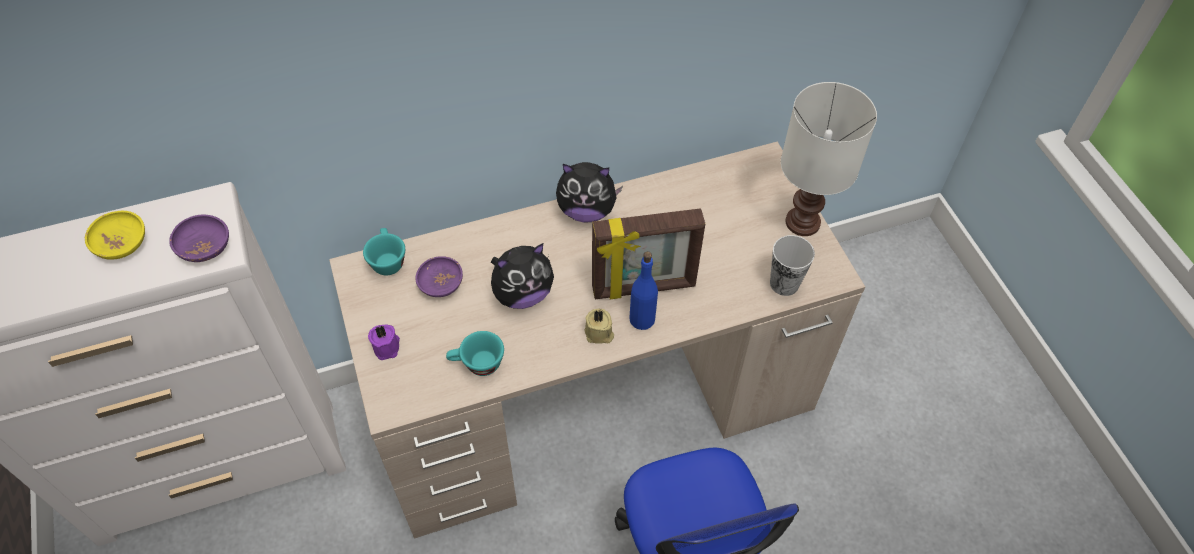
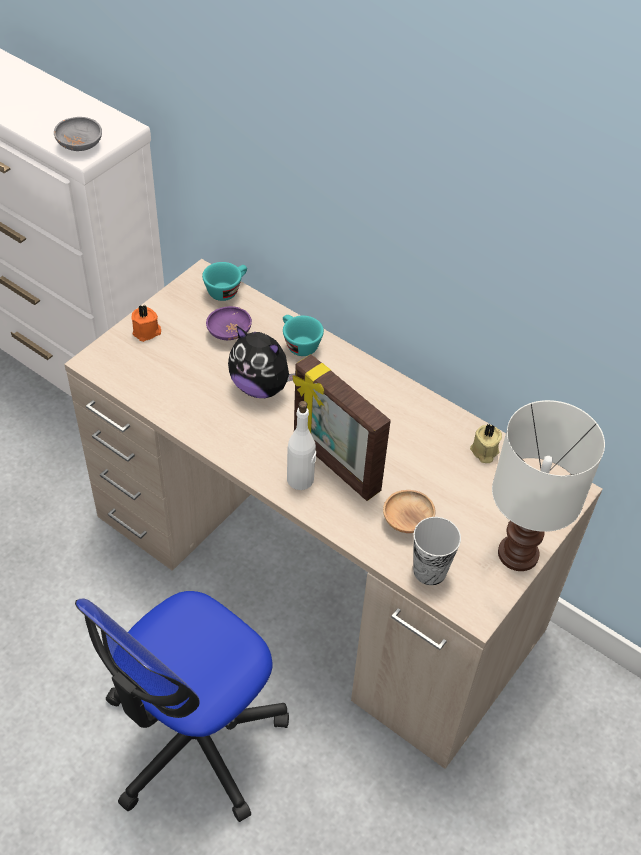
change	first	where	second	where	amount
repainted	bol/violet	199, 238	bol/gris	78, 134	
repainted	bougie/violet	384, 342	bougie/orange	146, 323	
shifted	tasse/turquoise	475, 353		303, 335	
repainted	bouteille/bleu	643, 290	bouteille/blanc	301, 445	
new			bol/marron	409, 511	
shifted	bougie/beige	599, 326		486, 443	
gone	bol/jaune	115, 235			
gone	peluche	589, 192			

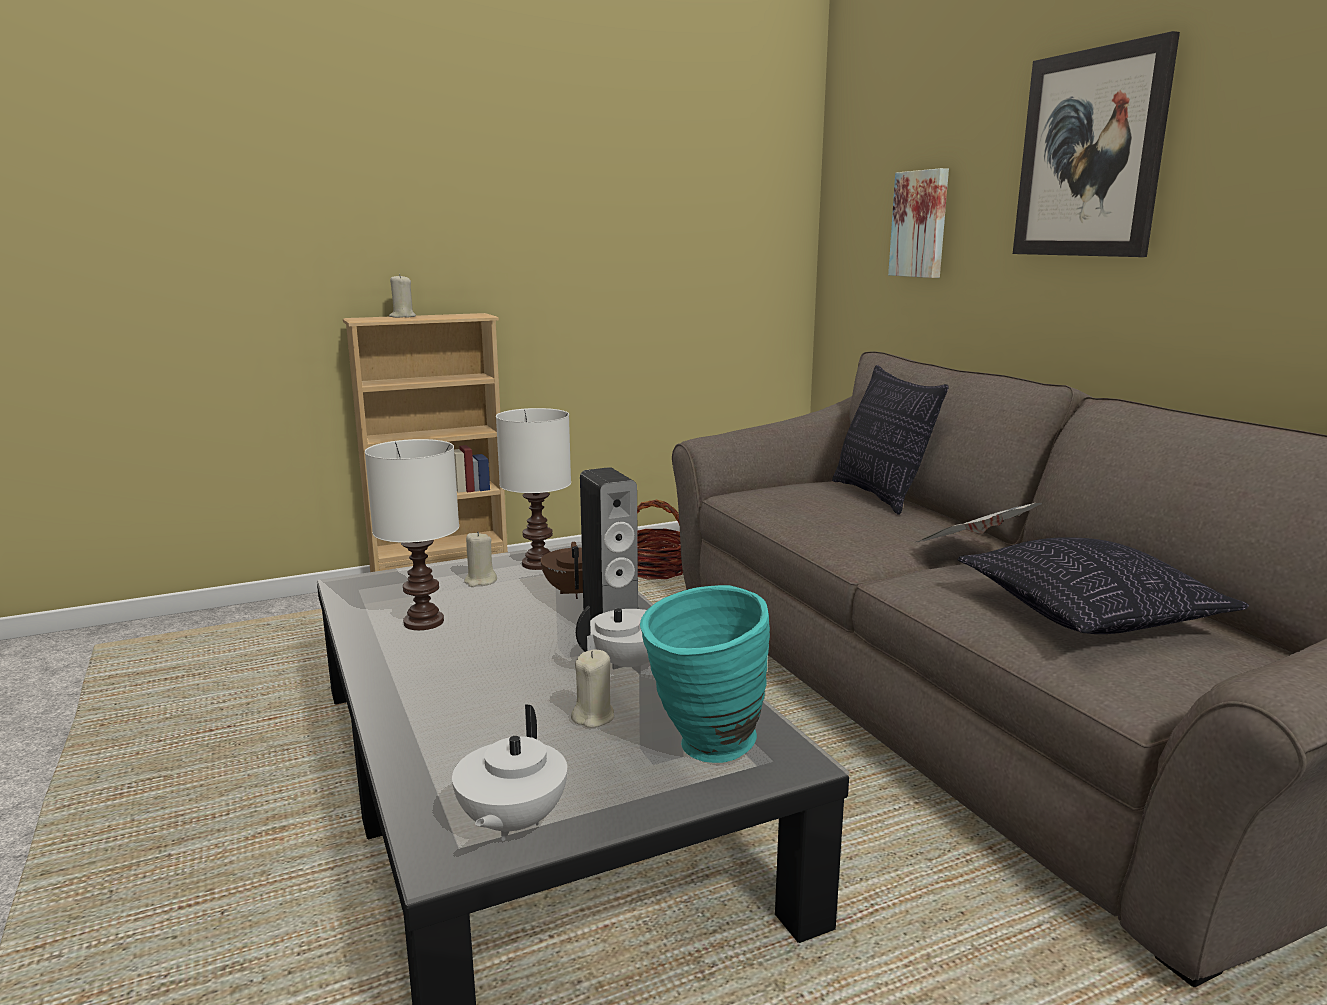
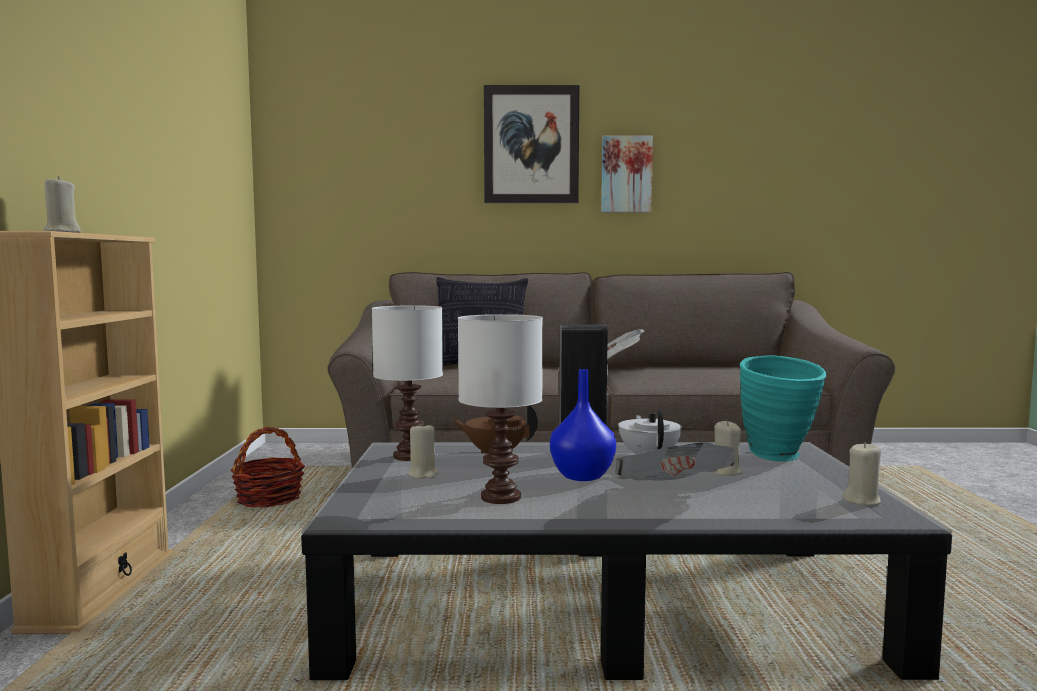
change	first	where	second	where	amount
new			vase/bleu	583, 425	
shifted	tableau	918, 223		627, 173	
new			journal	675, 461	
swapped	théière/blanc	509, 772	bougie/beige	861, 474	
gone	coussin	1103, 585			

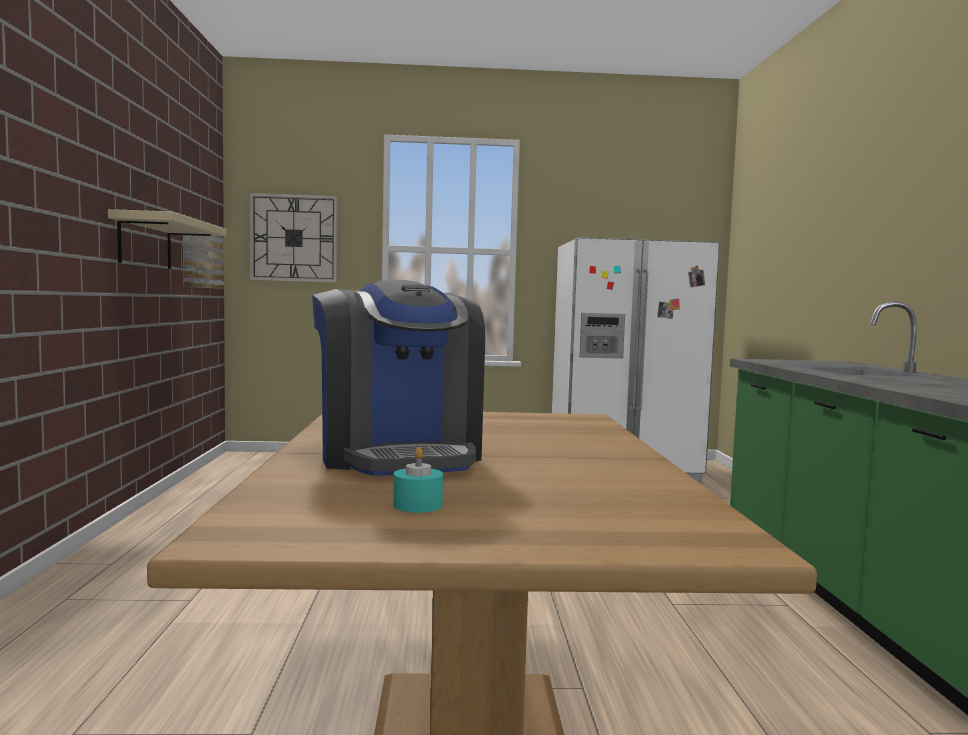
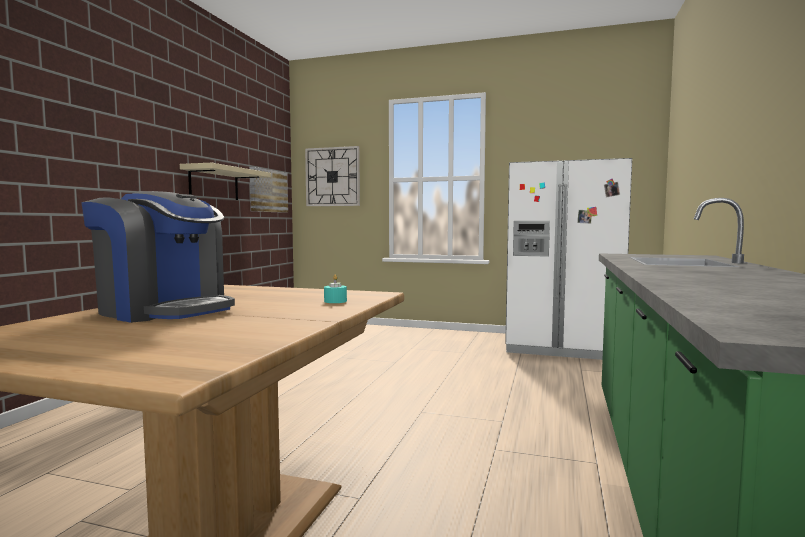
change	first	where	second	where	amount
rotated	machine à café	398, 378		158, 257	60 degrees counterclockwise
shifted	bougie/turquoise	418, 480		335, 289	

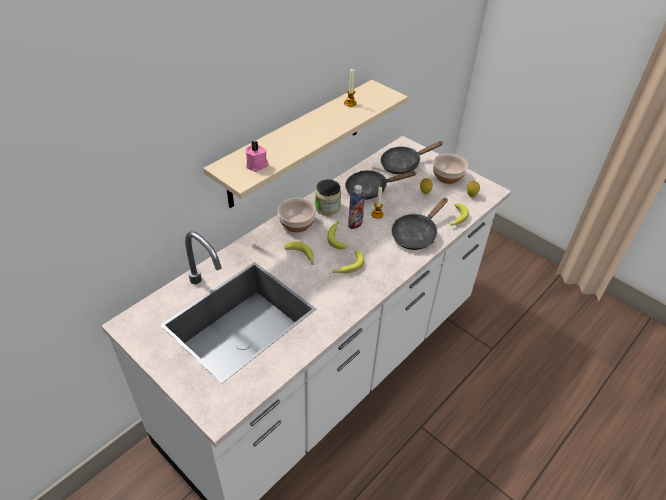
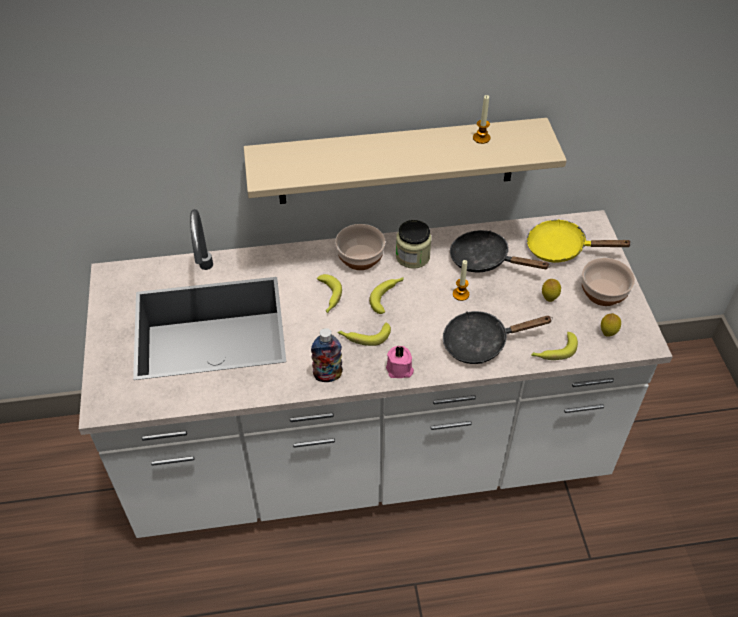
change	first	where	second	where	amount
shifted	bouteille	356, 207		327, 355	
shifted	bougie/rose	257, 156		400, 362	
repainted	poêle/noir	411, 157	poêle/jaune	579, 241	

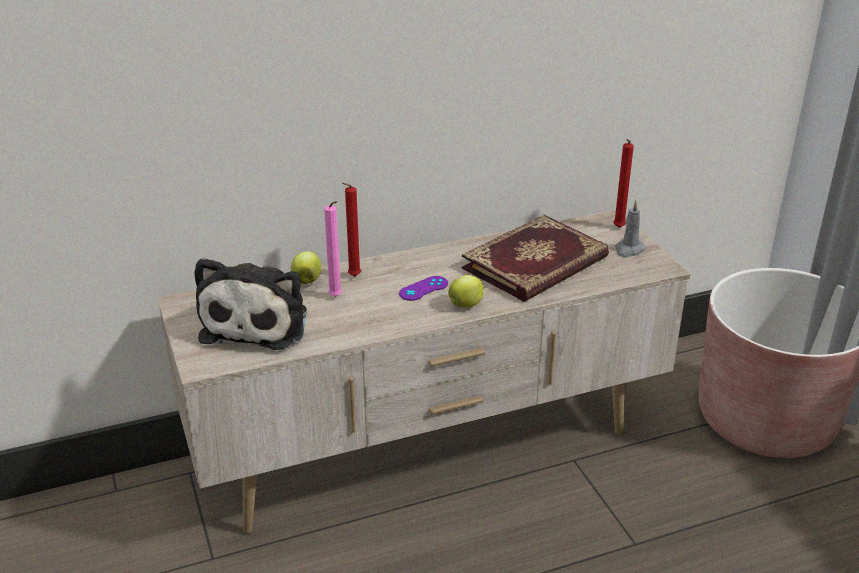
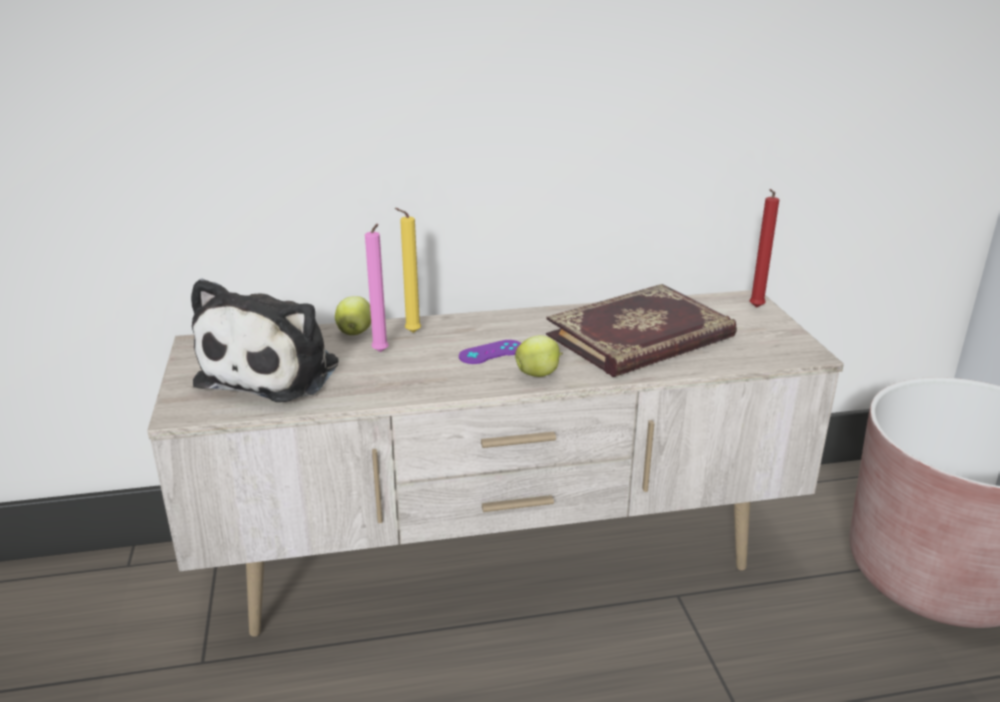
change	first	where	second	where	amount
repainted	bougie/rouge	351, 229	bougie/jaune	408, 270	
gone	bougie/gris	630, 229			

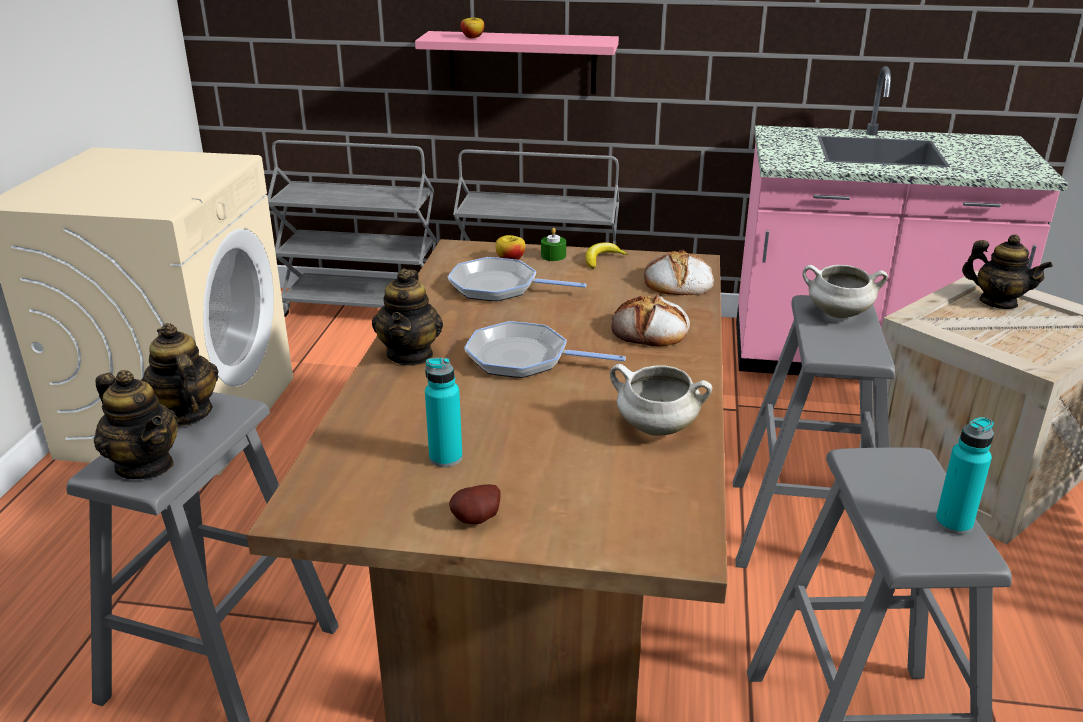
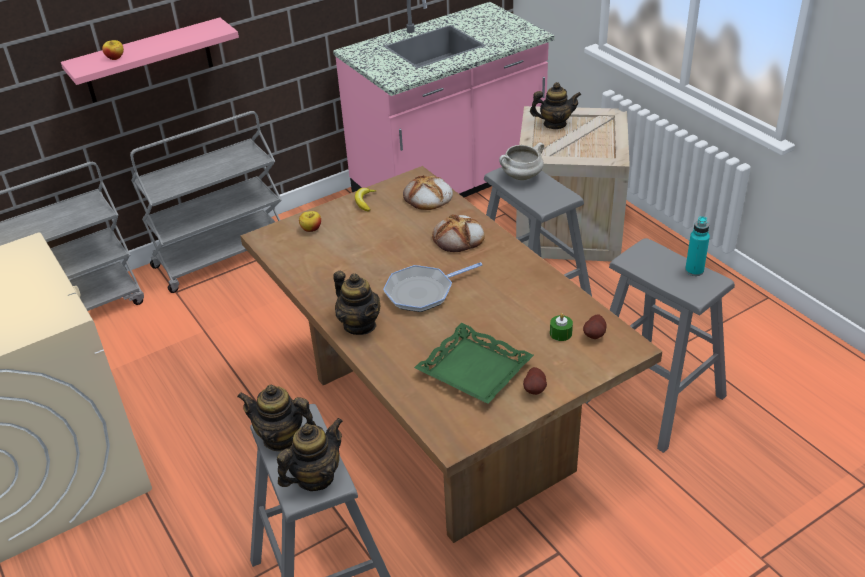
change	first	where	second	where	amount
rotated	théière	136, 424		310, 454	45 degrees counterclockwise
swapped	bouteille/turquoise	444, 412	plateau/vert	474, 363	
shifted	bougie/vert	553, 244		561, 327	
new			pomme de terre	595, 326	
gone	poêle	517, 279			
gone	marmite/blanc	661, 400			

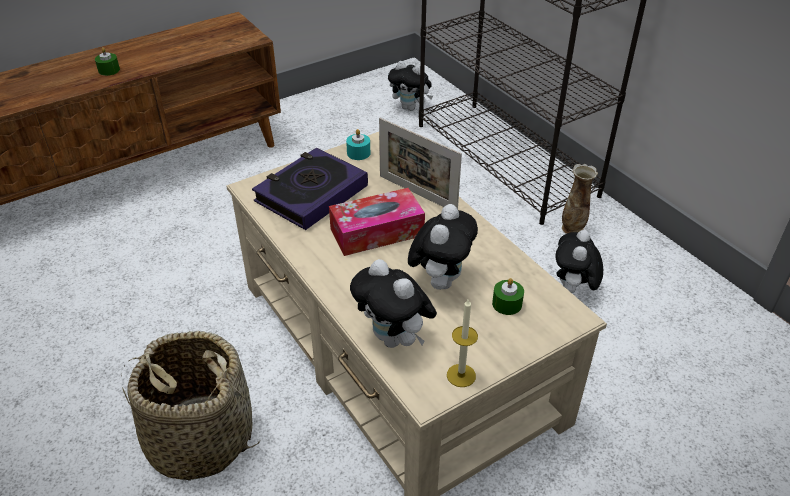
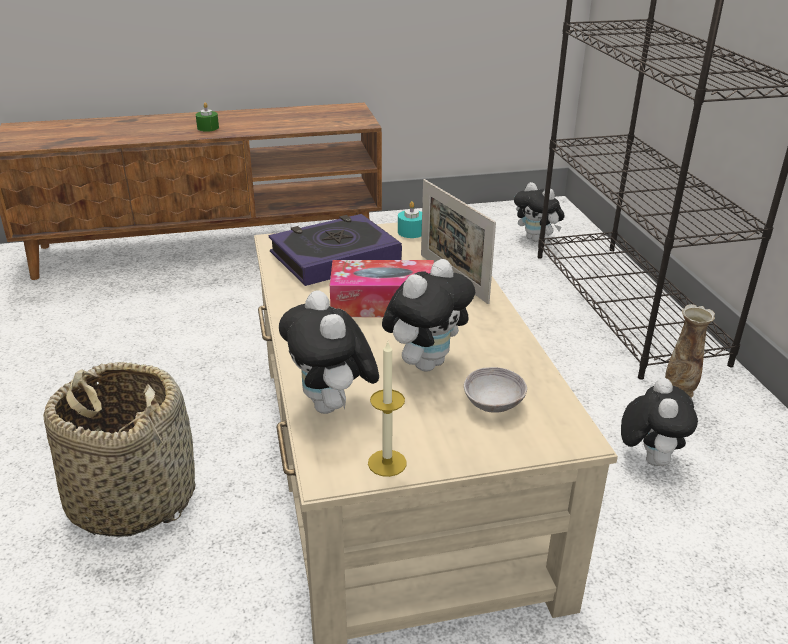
change	first	where	second	where	amount
swapped	bougie/vert	508, 296	bol/gris	495, 390	
rotated	peluche	579, 261		659, 422	150 degrees clockwise

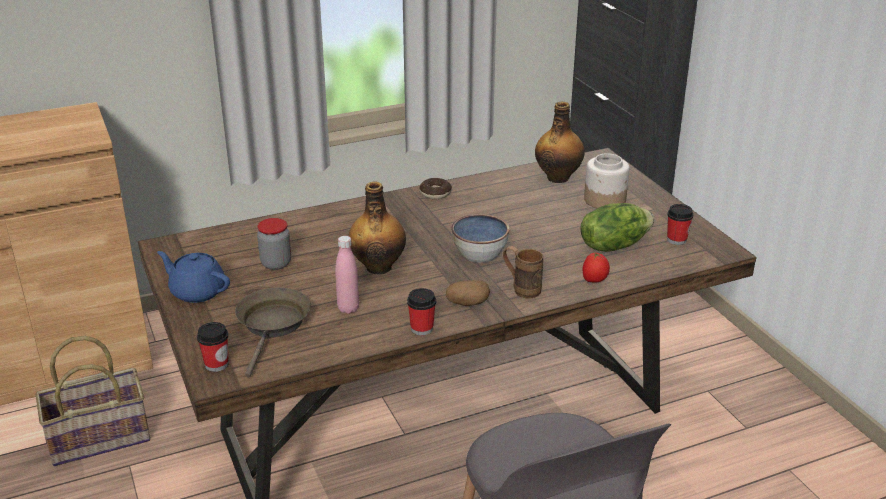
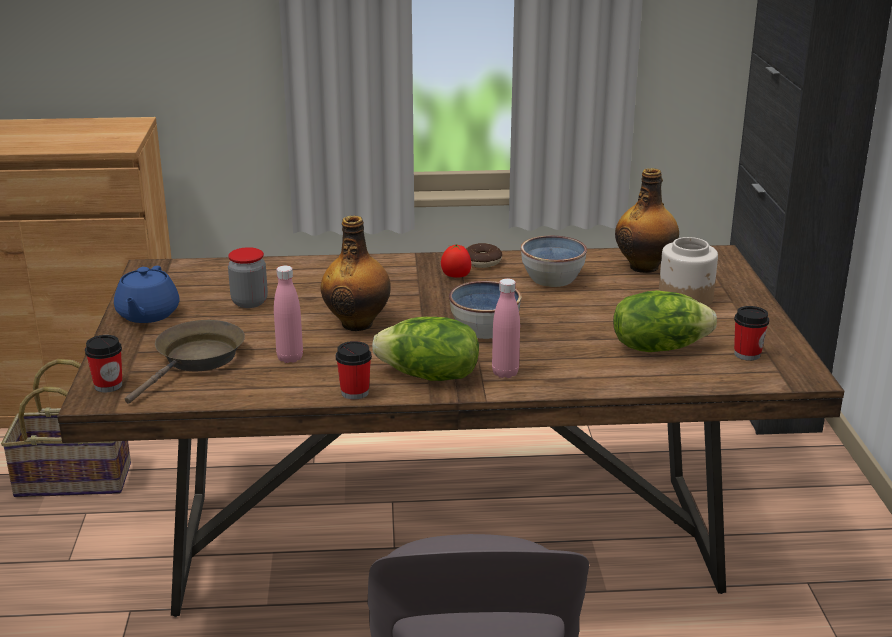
change	first	where	second	where	amount
rotated	théière/bleu	193, 277		147, 294	135 degrees counterclockwise
swapped	pomme de terre	468, 293	laitue	425, 349	
shifted	tomate	596, 267		456, 261	
swapped	mug/marron	523, 272	bouteille/rose	506, 328	
new			bol	554, 261	

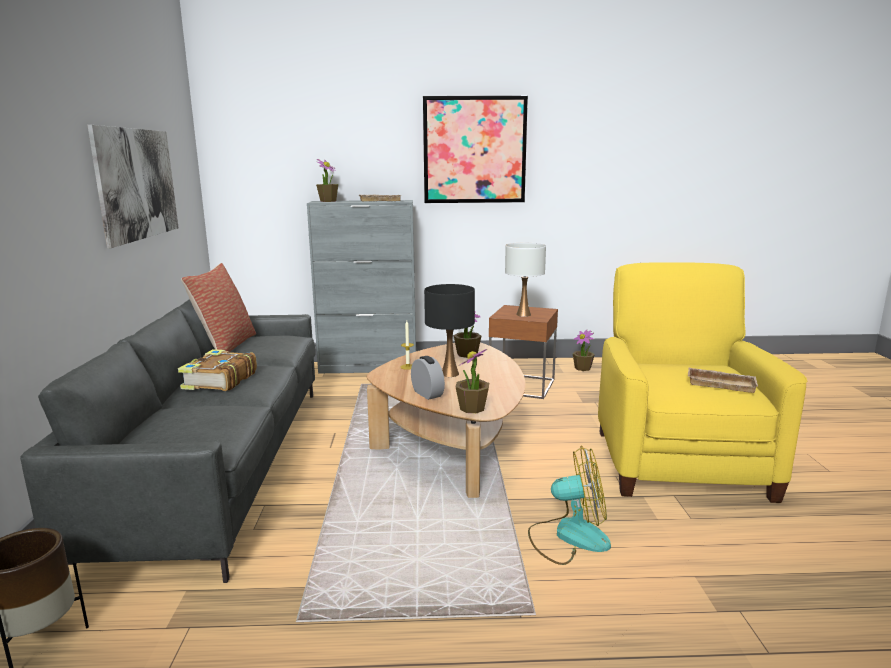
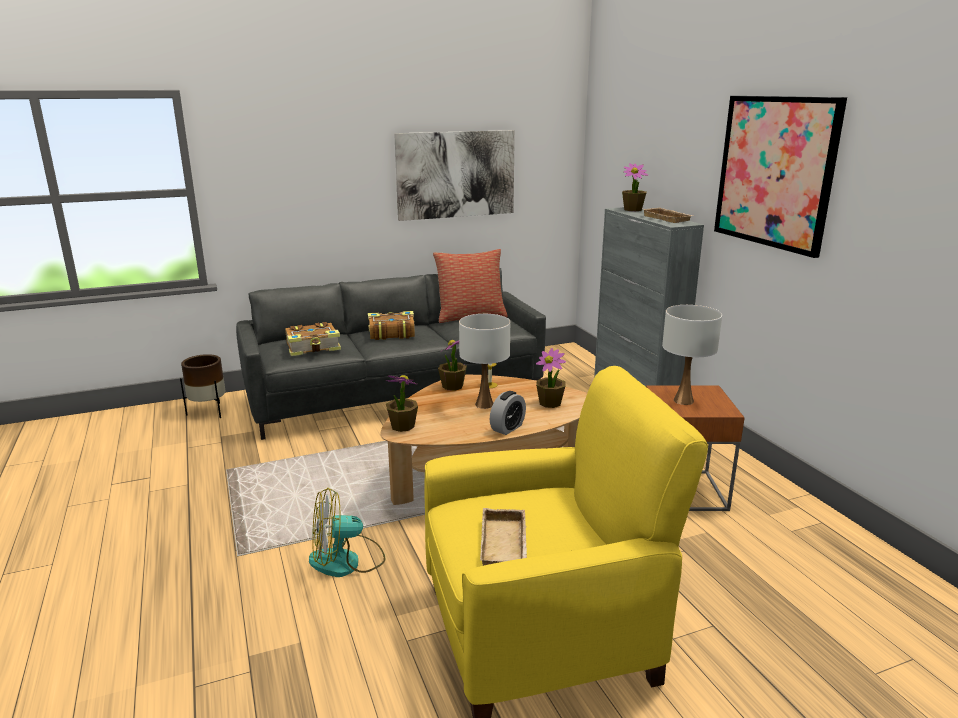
change	first	where	second	where	amount
new			livre	313, 339	
rotated	ventilateur	569, 505		347, 532	90 degrees clockwise
shifted	plante en pot	584, 350		452, 365	
repainted	lampe de table/noir	449, 330	lampe de table/blanc	484, 361	
shifted	réveil	428, 378		508, 413	

